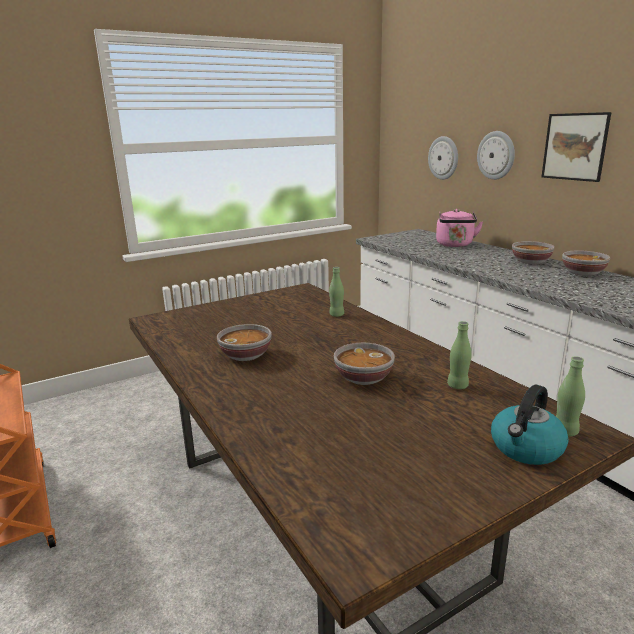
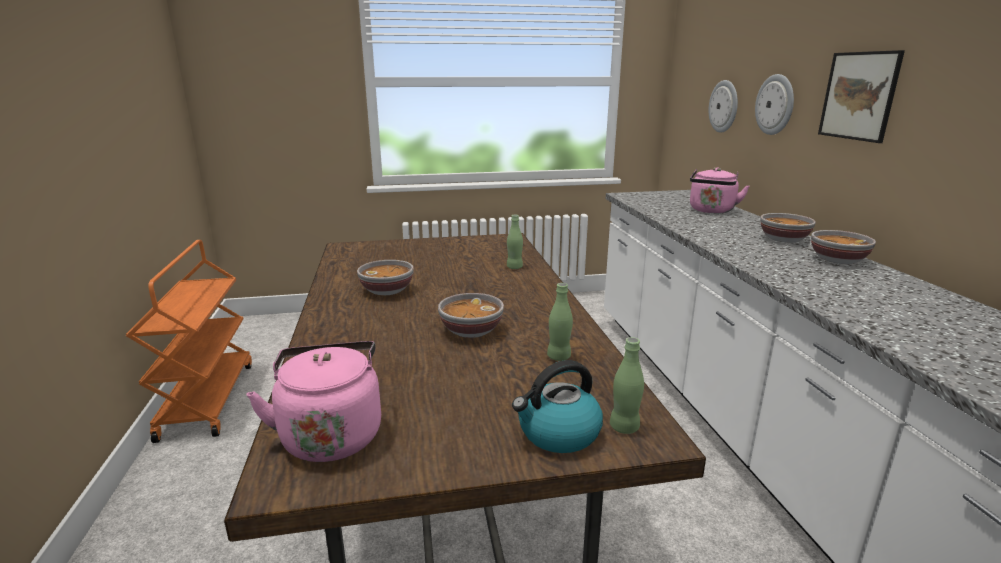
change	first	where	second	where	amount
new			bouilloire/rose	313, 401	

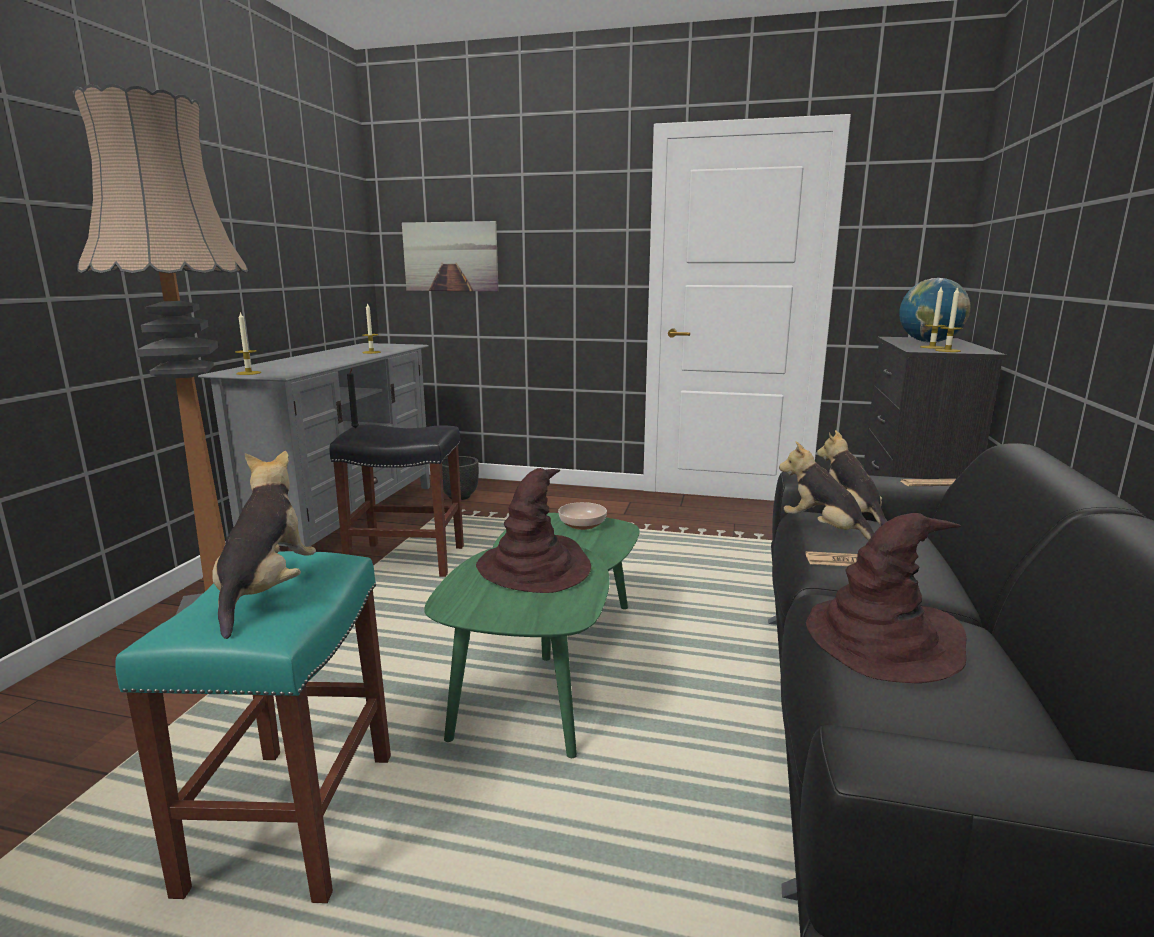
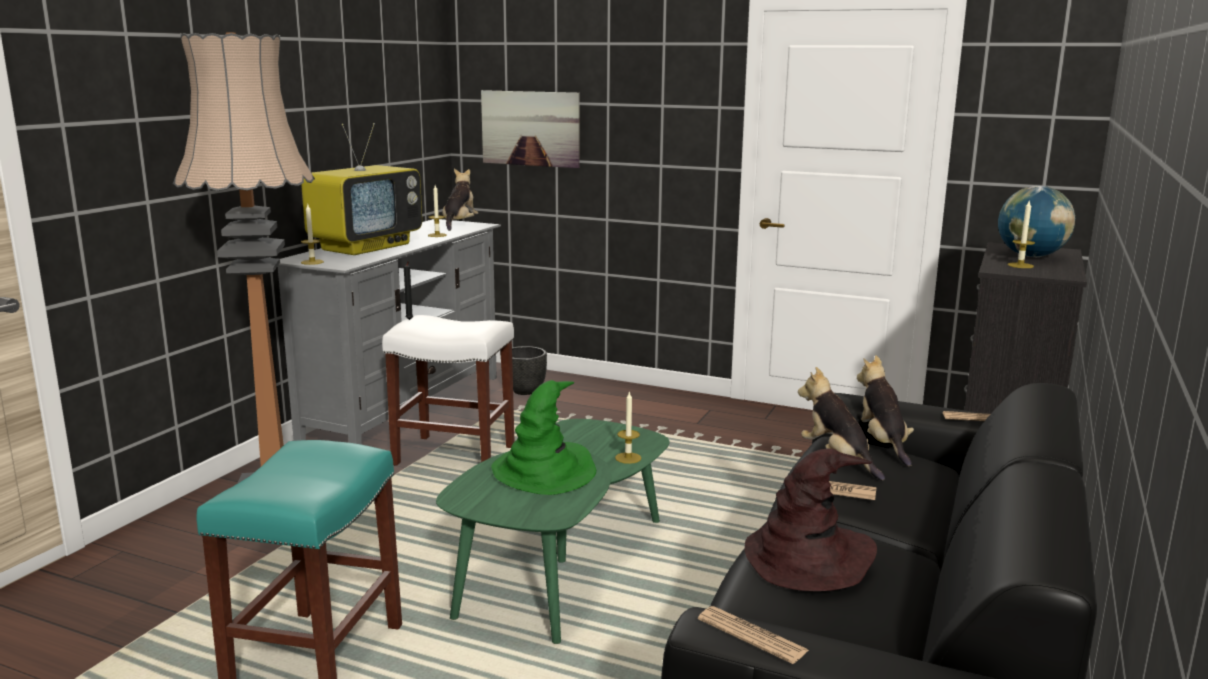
change	first	where	second	where	amount
new			téléviseur	361, 189	
repainted	tabouret/noir	397, 500	tabouret/blanc	448, 390	
shifted	peluche	264, 545		460, 200	
repainted	chapeau/marron	533, 530	chapeau/vert	543, 437	
shifted	bougie	949, 319		628, 427	
new			journal	753, 635	
gone	bol	582, 516			

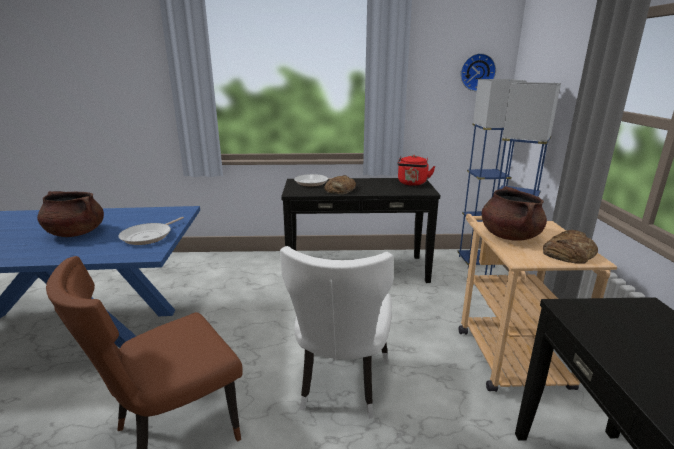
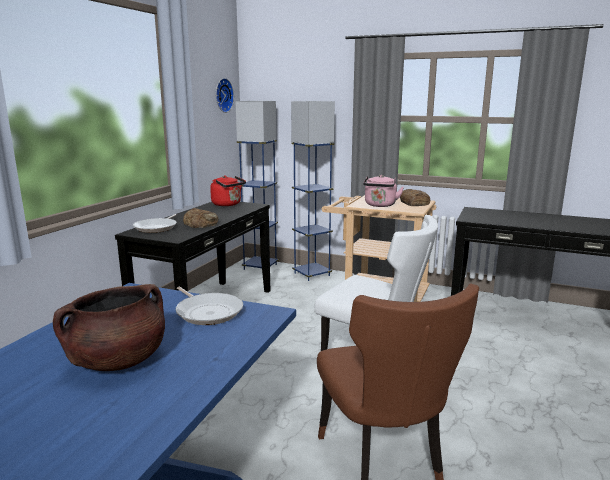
change	first	where	second	where	amount
swapped	marmite/marron	514, 213	bouilloire/rose	383, 191	

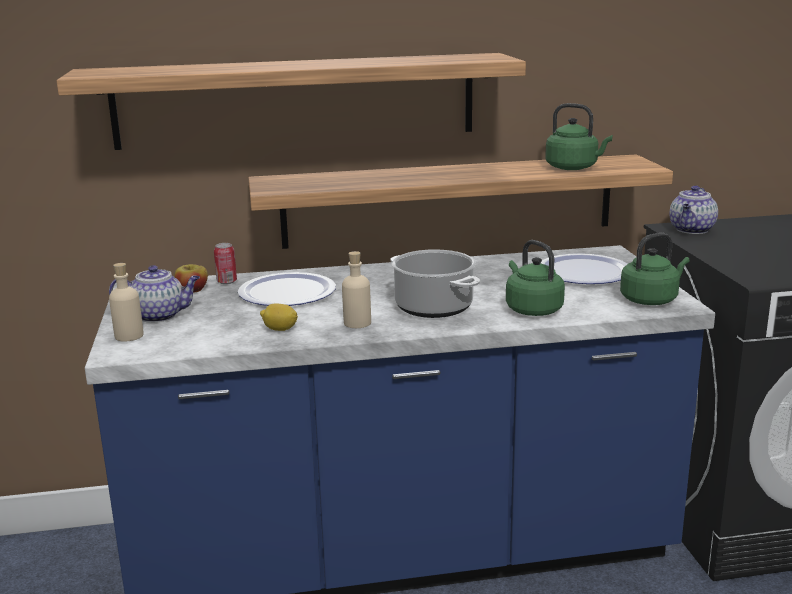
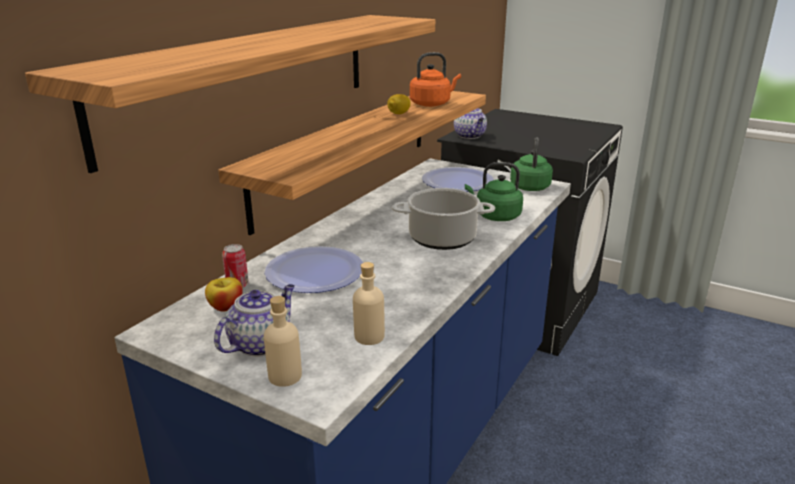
change	first	where	second	where	amount
shifted	bouteille/beige	356, 289		369, 303	
shifted	citron	279, 317		399, 104	
repainted	bouilloire/vert	579, 136	bouilloire/orange	435, 79	

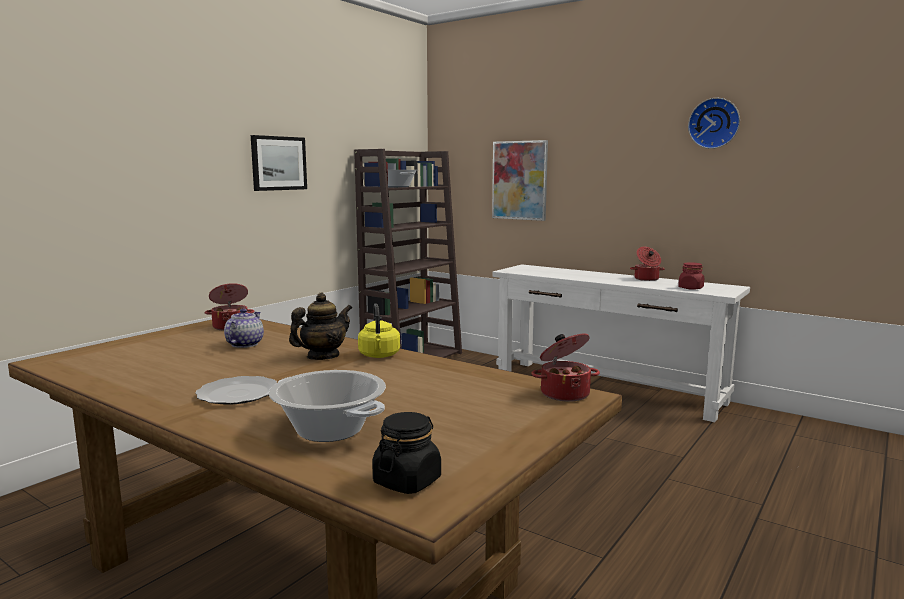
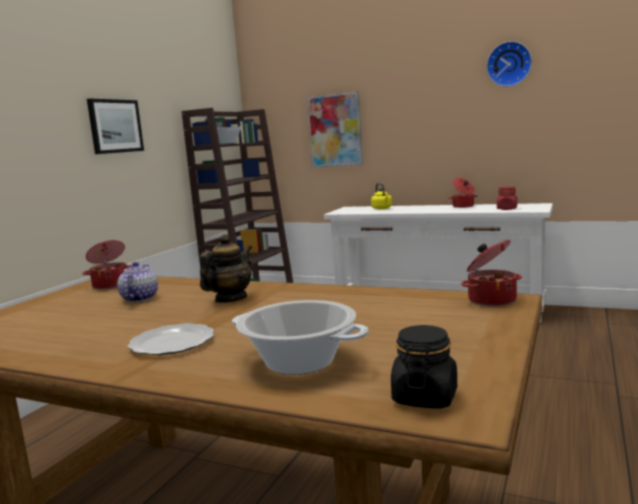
change	first	where	second	where	amount
shifted	bouilloire/jaune	379, 330		381, 196	

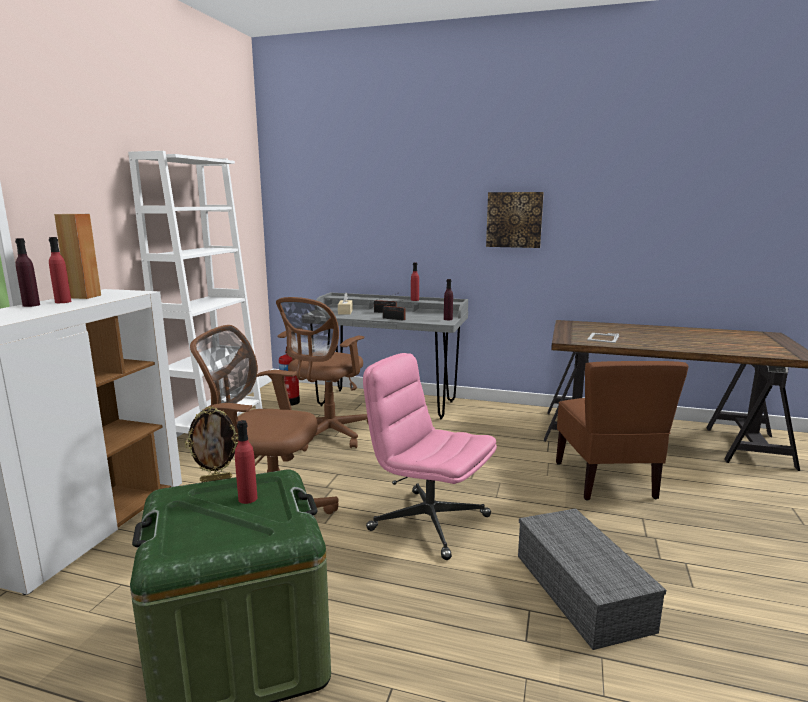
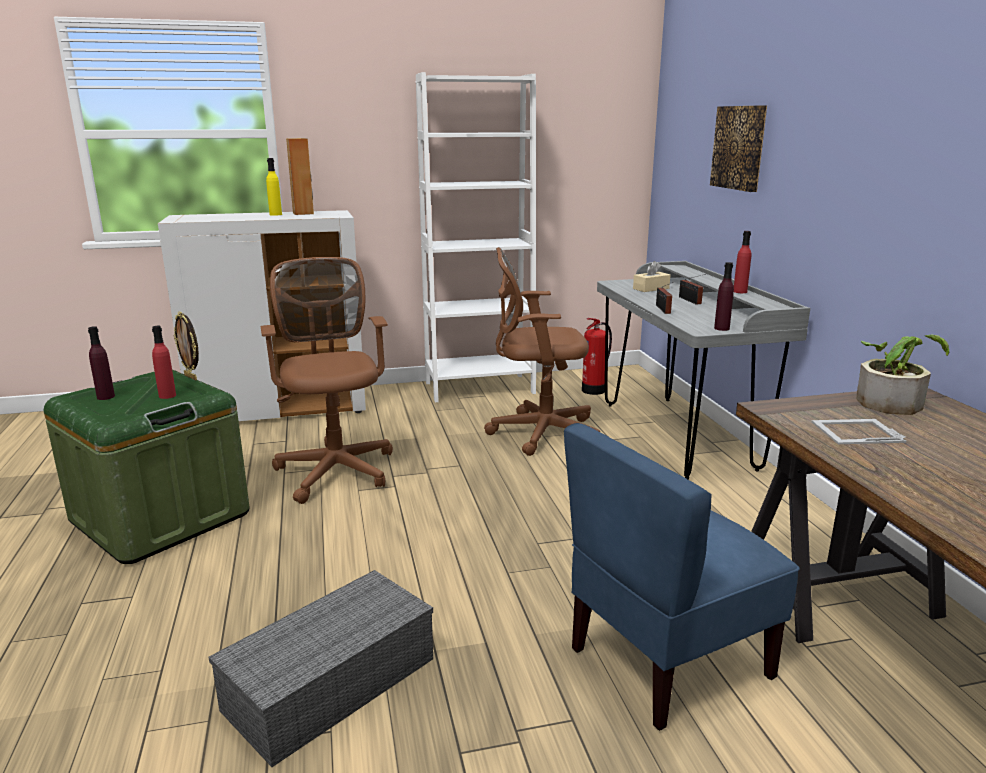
change	first	where	second	where	amount
shifted	bouteille/violet	27, 272		101, 363	
repainted	bouteille/rouge	60, 270	bouteille/jaune	274, 187	
repainted	chaise/marron	622, 430	chaise/bleu	682, 577	
shifted	tableau	515, 220		738, 148	
new			plante en pot	902, 375	
gone	chaise de bureau/rose	430, 456			

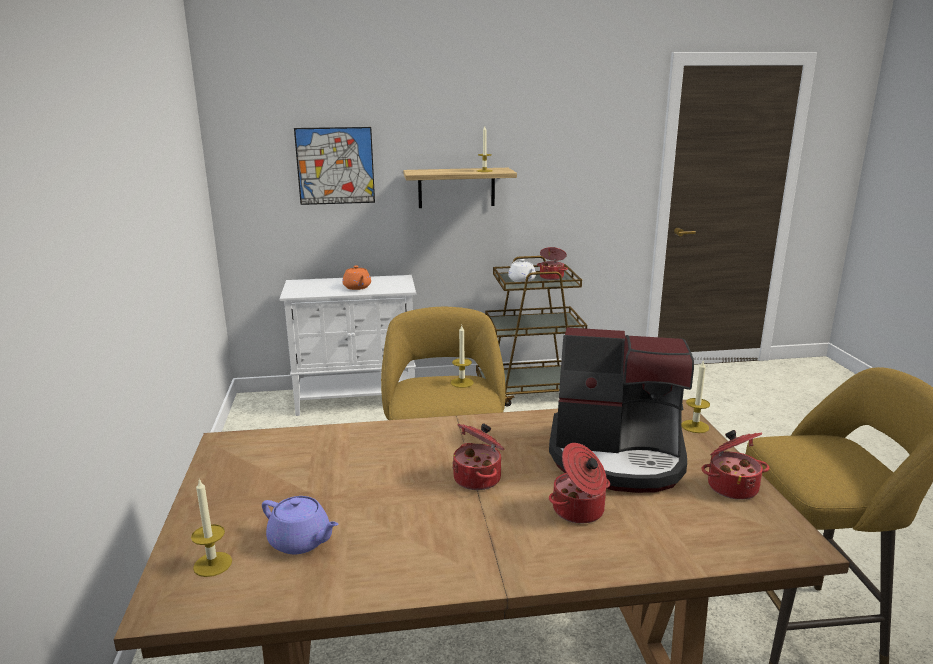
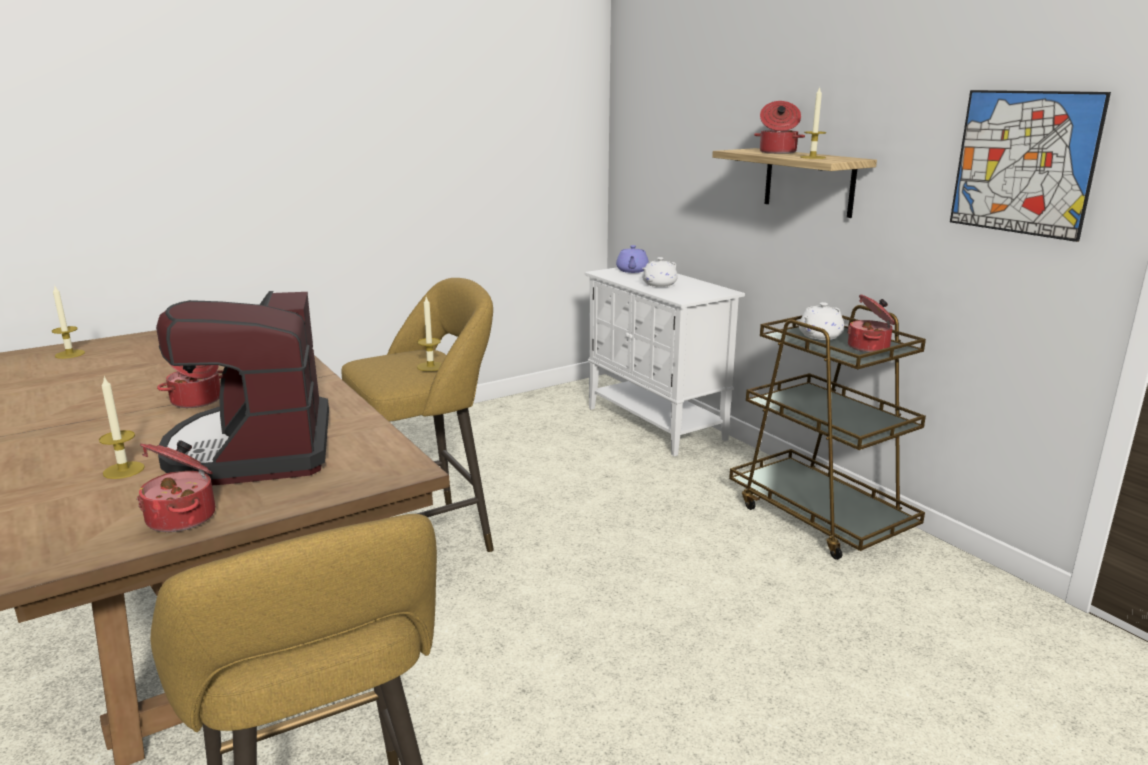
change	first	where	second	where	amount
shifted	bougie	695, 396		122, 427	
shifted	théière/violet	300, 525		632, 259	
repainted	théière/orange	356, 277	théière/blanc	660, 272	
shifted	marmite	579, 483		779, 127	
shifted	tableau	334, 166		1030, 166	

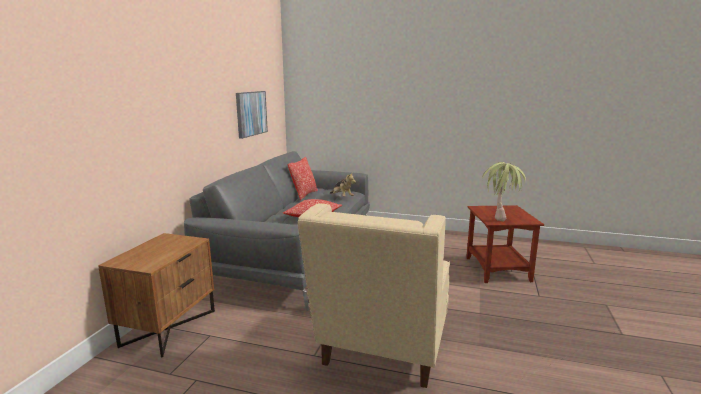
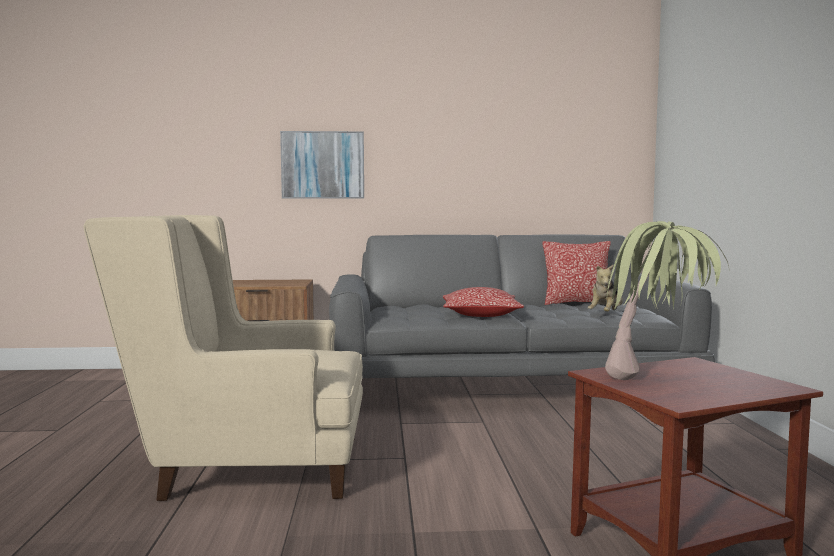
change	first	where	second	where	amount
shifted	tableau	252, 115		322, 165	

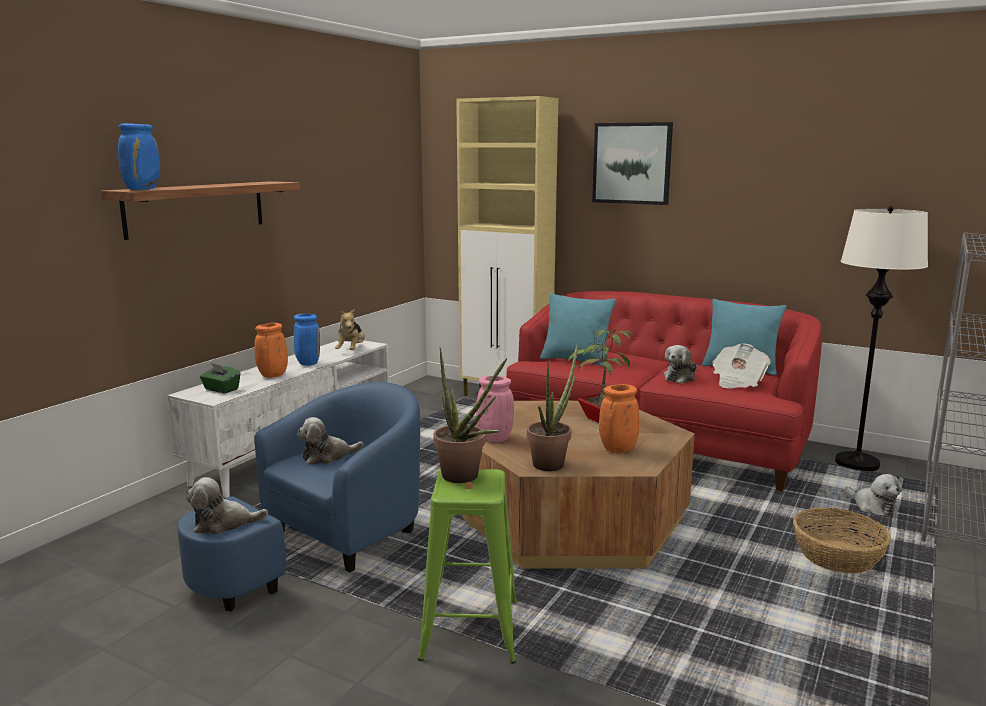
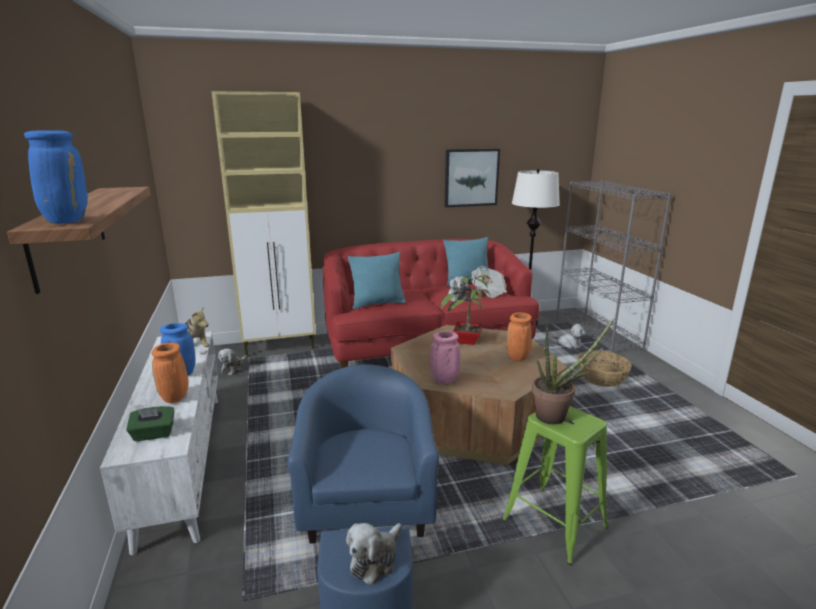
change	first	where	second	where	amount
shifted	peluche	330, 441		232, 361	
shifted	tableau	632, 163		472, 178	
gone	plante en pot	552, 407			

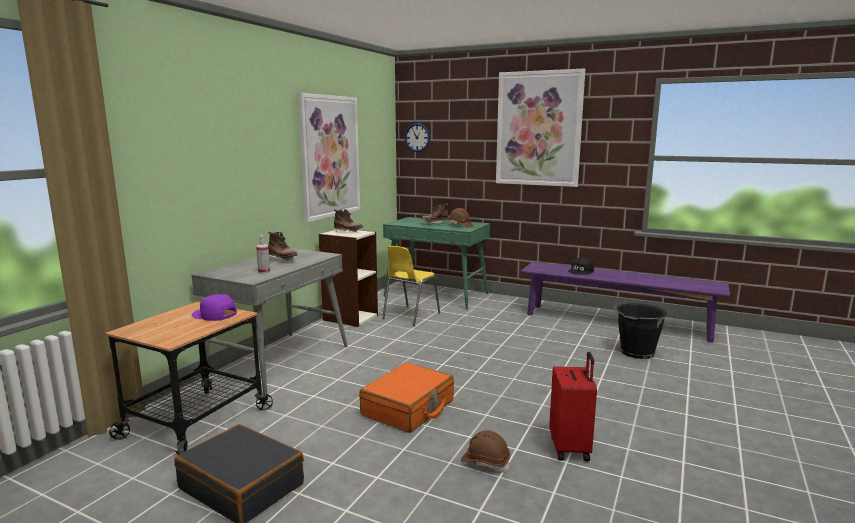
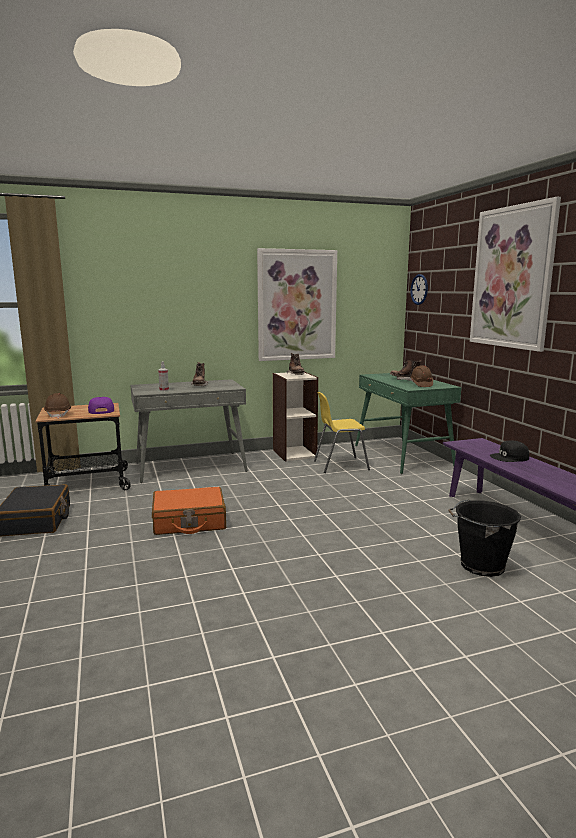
change	first	where	second	where	amount
shifted	casque de chantier/marron	485, 451		57, 405	
gone	valise/rouge	573, 406			

